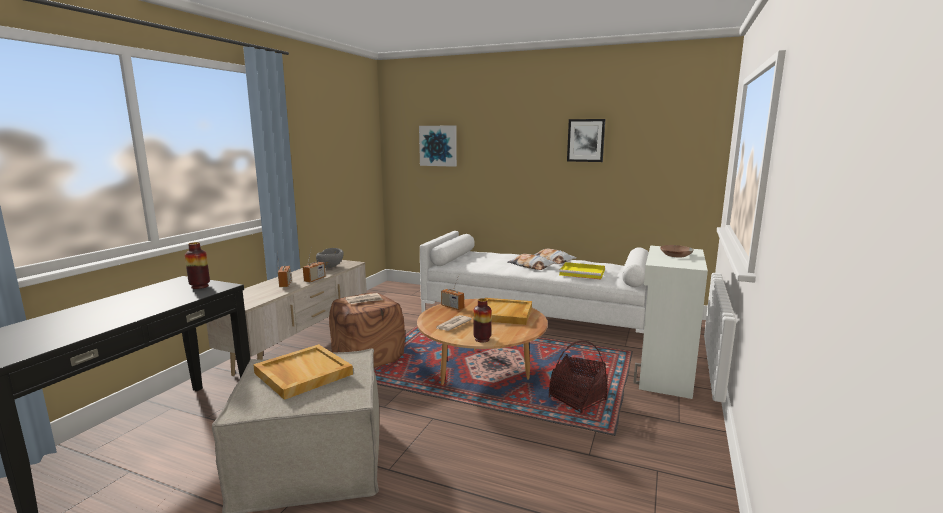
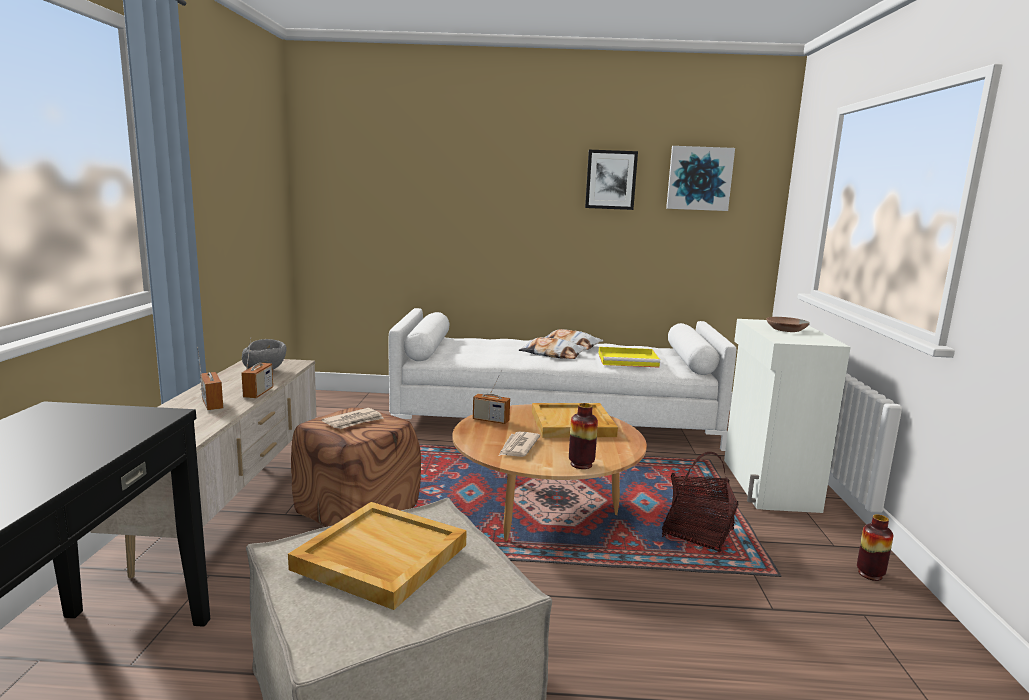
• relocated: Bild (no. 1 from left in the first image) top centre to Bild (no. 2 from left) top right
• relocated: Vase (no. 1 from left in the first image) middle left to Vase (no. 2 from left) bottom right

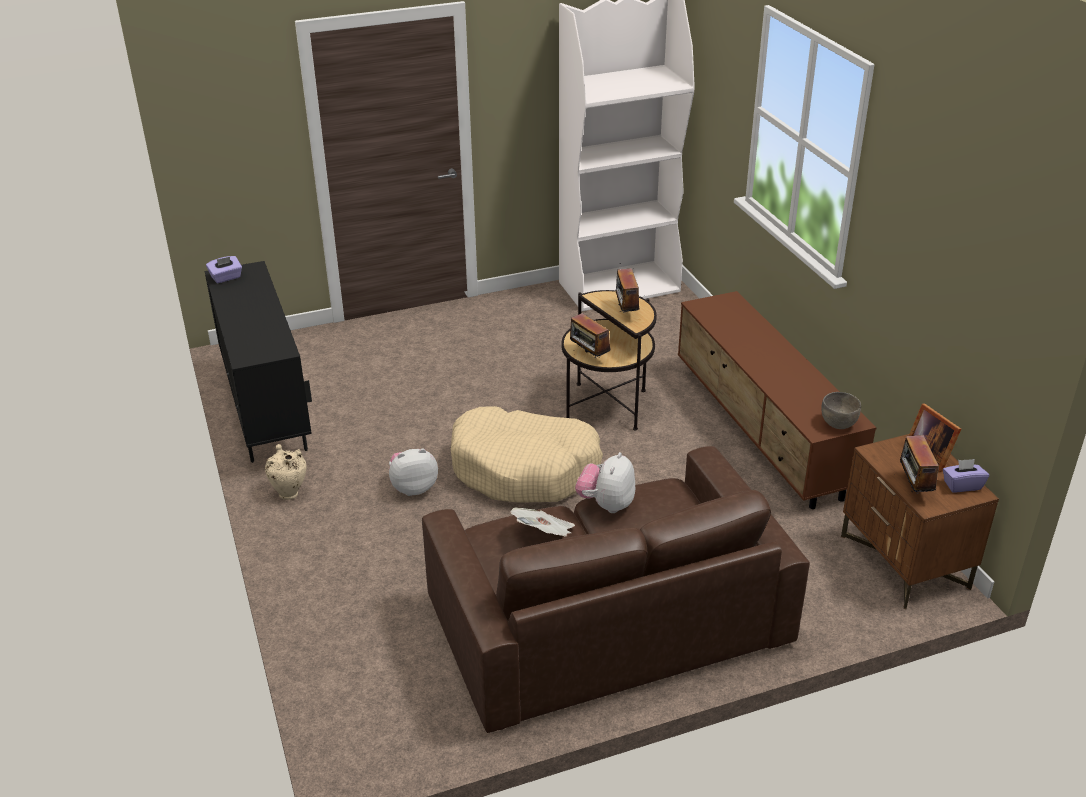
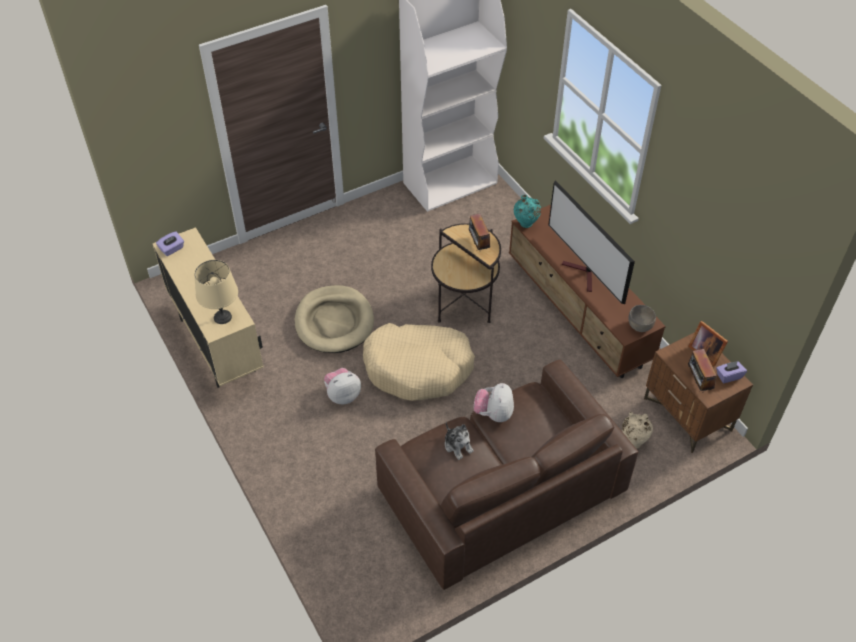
• colour: Schrank [schwarz] middle left to Schrank [beige] middle left
• missing: Radio (no. 1 from left) centre
• relocated: Vase [beige] middle left to bottom right
• exchanged: Zeitung centre to Plüschtier (no. 2 from left) bottom centre
• appeared: Fernseher middle right
• appeared: Vase [türkis] top centre
• appeared: Tischlampe [beige] middle left
• appeared: Hundebett [beige] (no. 1 from left) centre

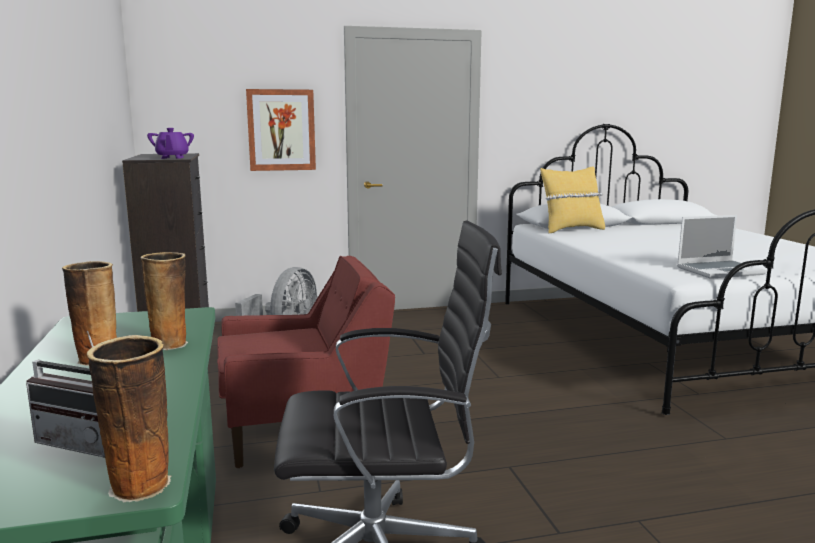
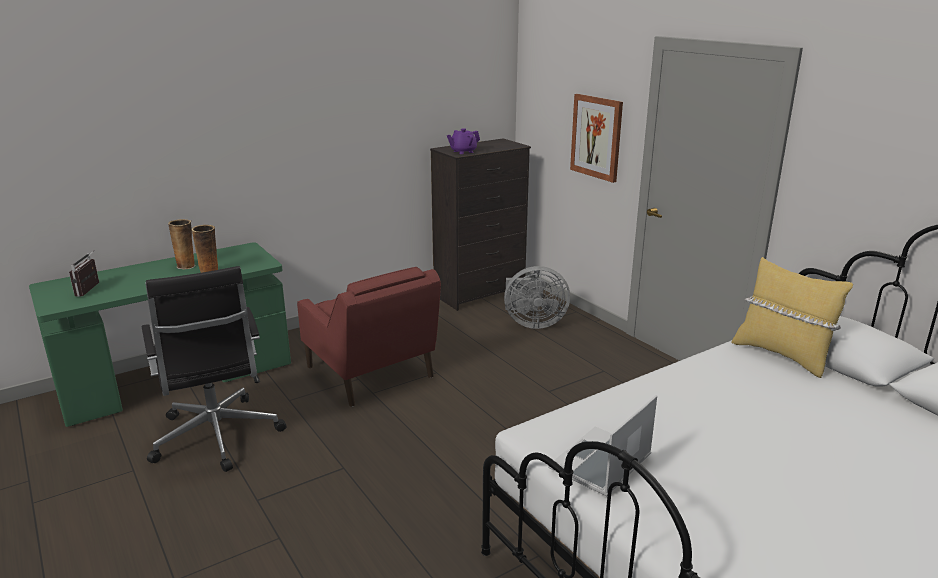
• spun: Laptop middle right = bottom centre 75 degrees clockwise
• missing: Vase (no. 2 from left) bottom left

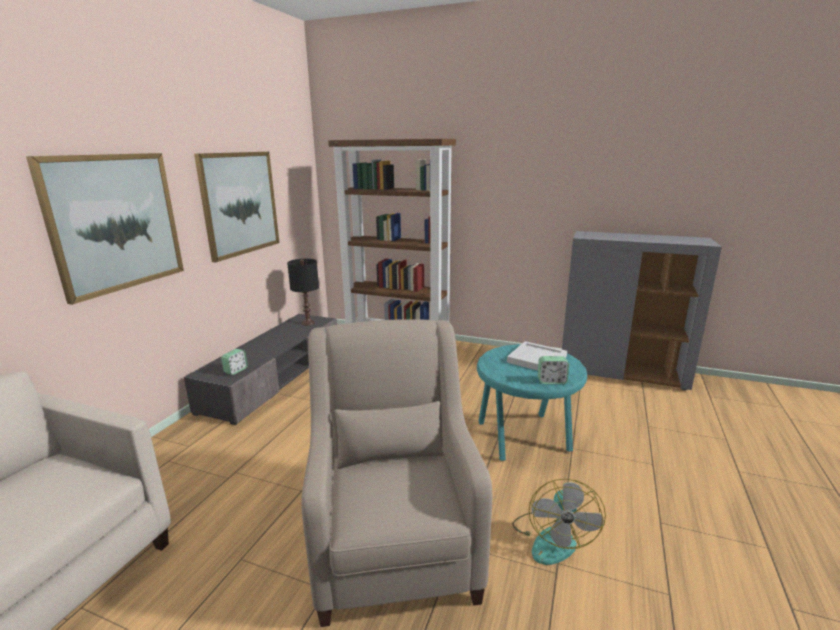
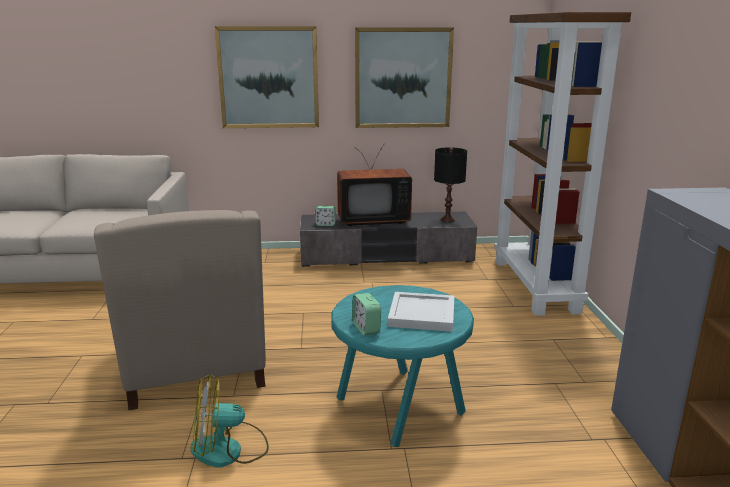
• spun: Sessel [beige] bottom centre = middle left 105 degrees clockwise
• appeared: Fernseher centre

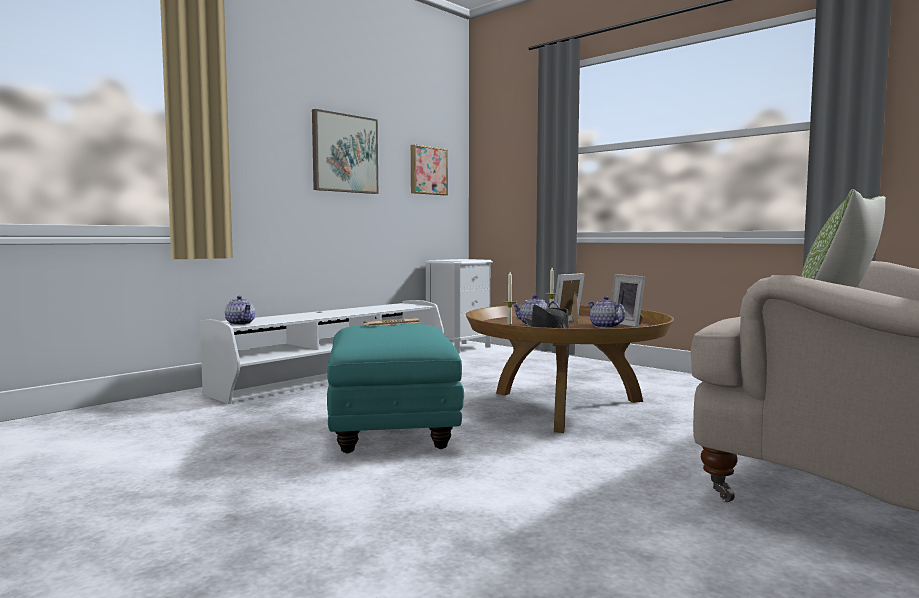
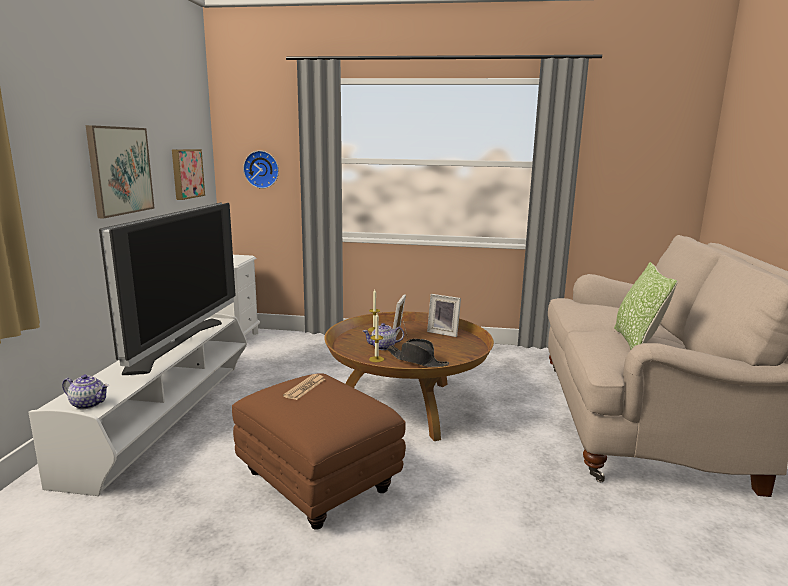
• missing: Teekanne (no. 3 from left) centre
• colour: Polsterhocker [türkis] centre to Polsterhocker [braun] bottom centre
• appeared: Wanduhr top left
• appeared: Fernseher middle left

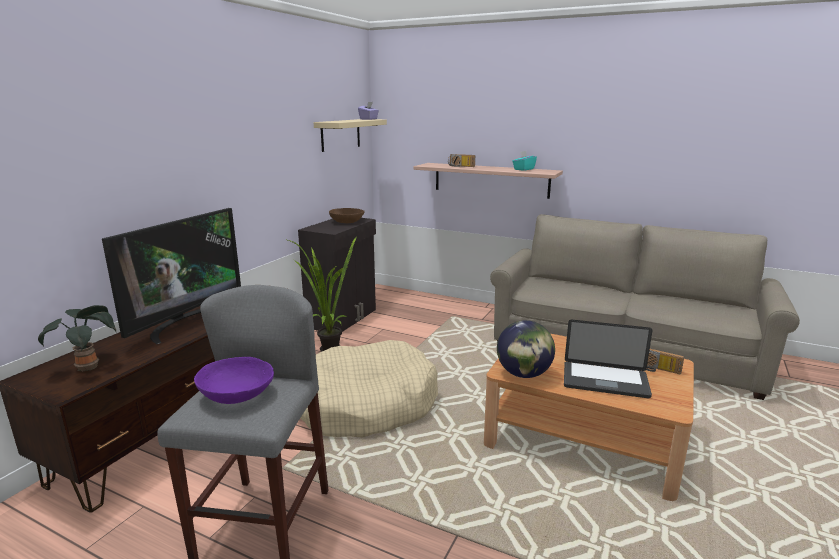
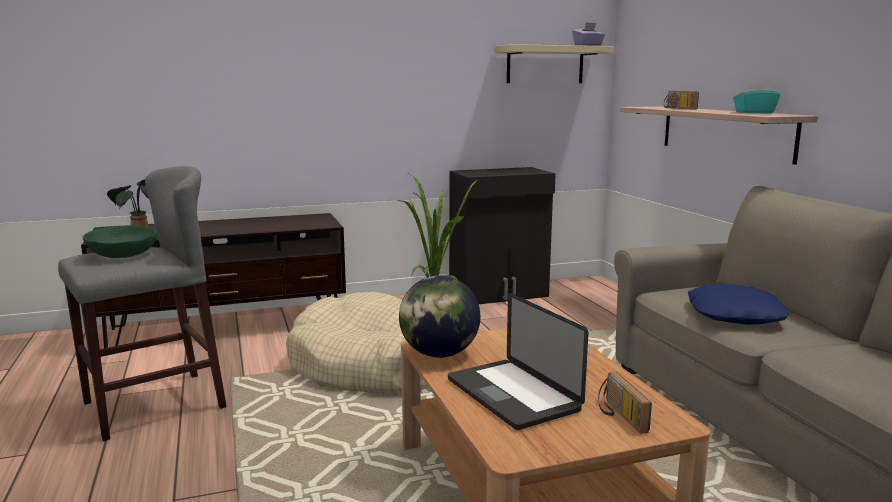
• missing: Fernseher middle left
• missing: Schüssel [braun] centre
• colour: Schüssel [lila] bottom left to Schüssel [grün] middle left
• appeared: Kissen [blau] middle right

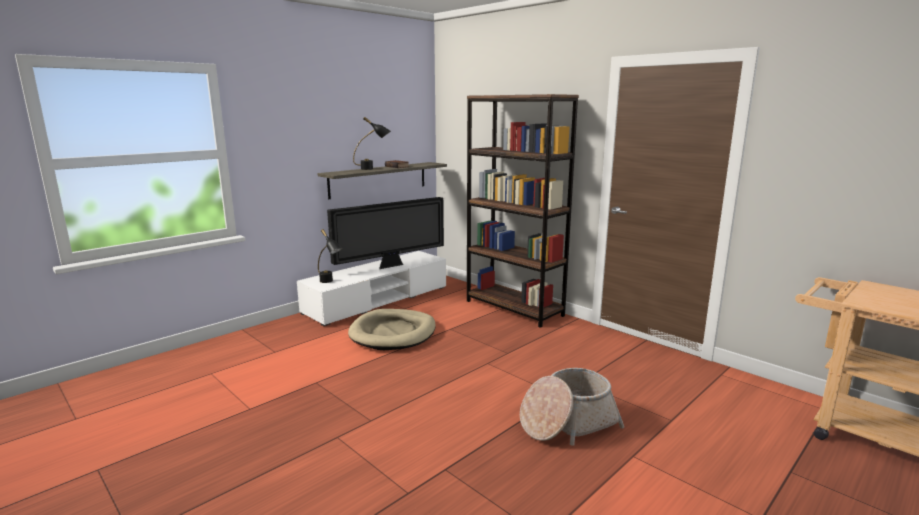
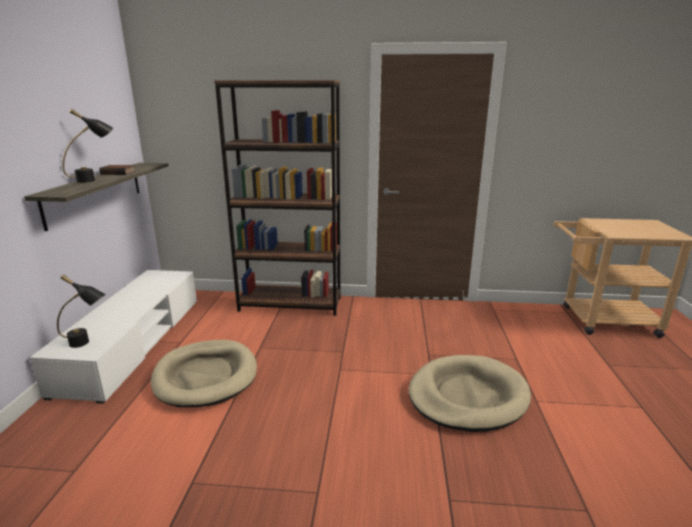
• missing: Fernseher centre
• exchanged: Korb bottom centre to Hundebett [beige] (no. 2 from left) bottom right

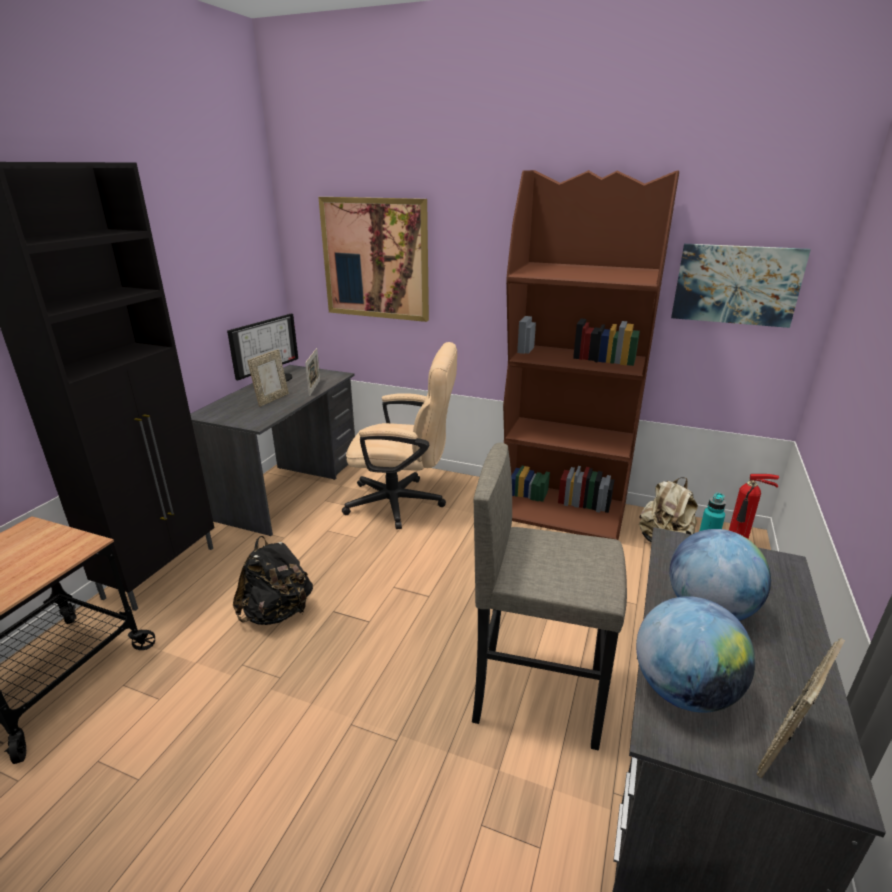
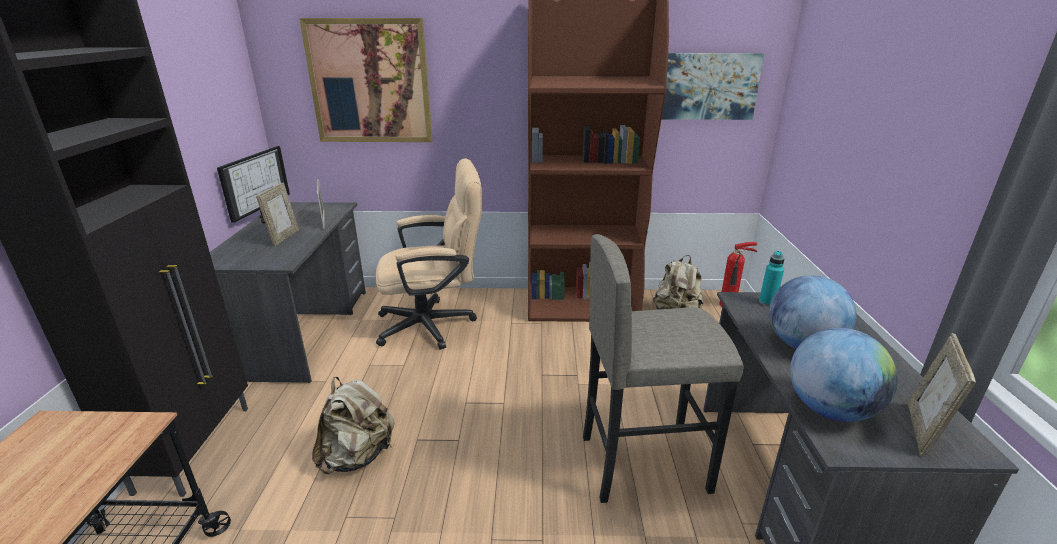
• colour: Rucksack [schwarz] middle left to Rucksack [beige] (no. 1 from left) bottom centre

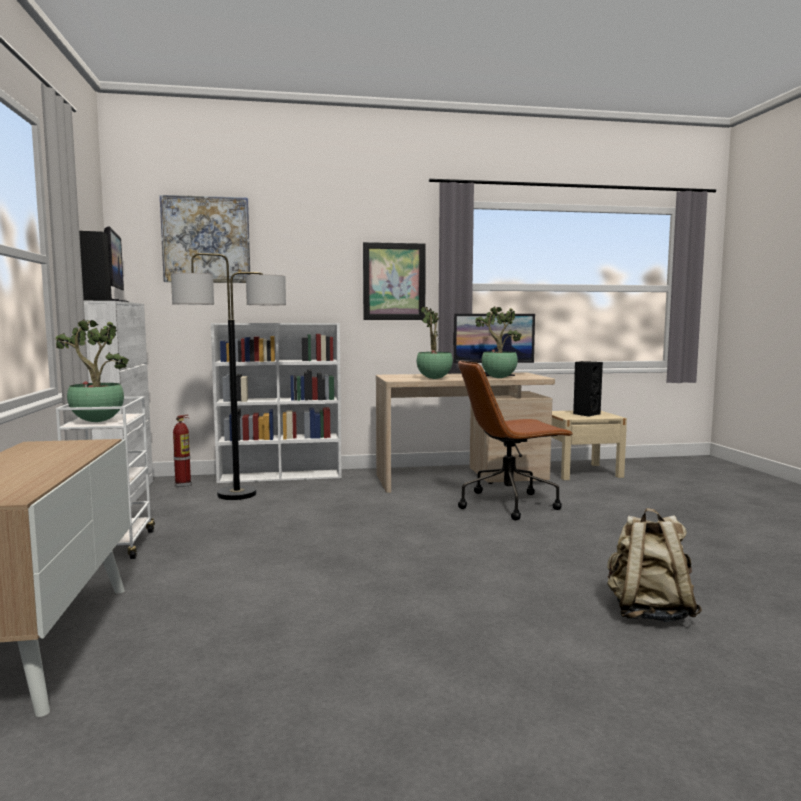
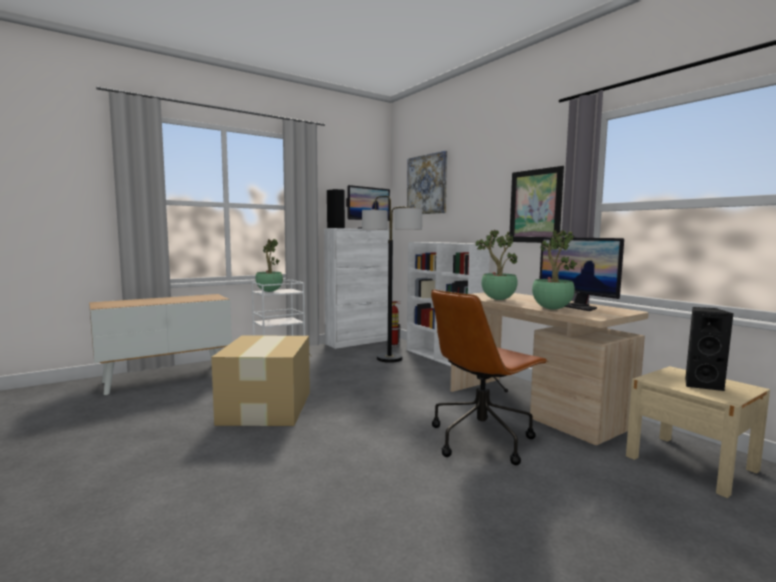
• spun: Bürostuhl [braun] centre = centre 90 degrees counterclockwise
• missing: Rucksack [beige] bottom right
• appeared: Karton centre

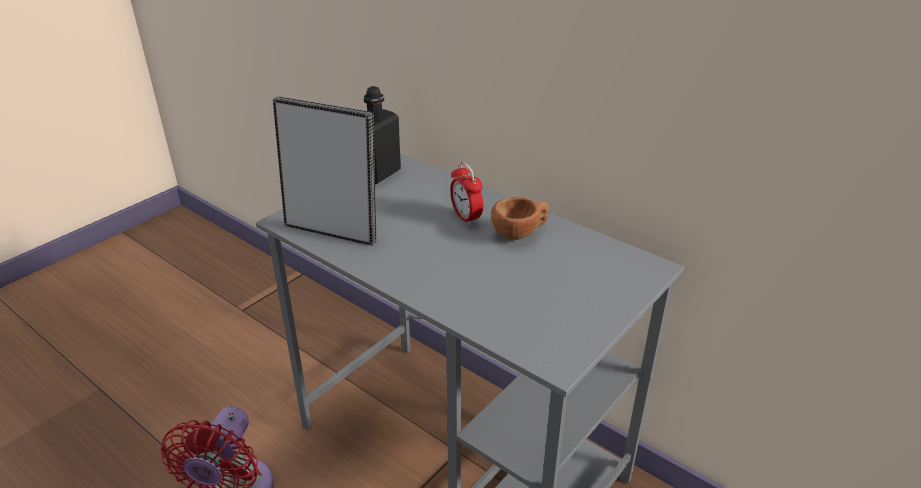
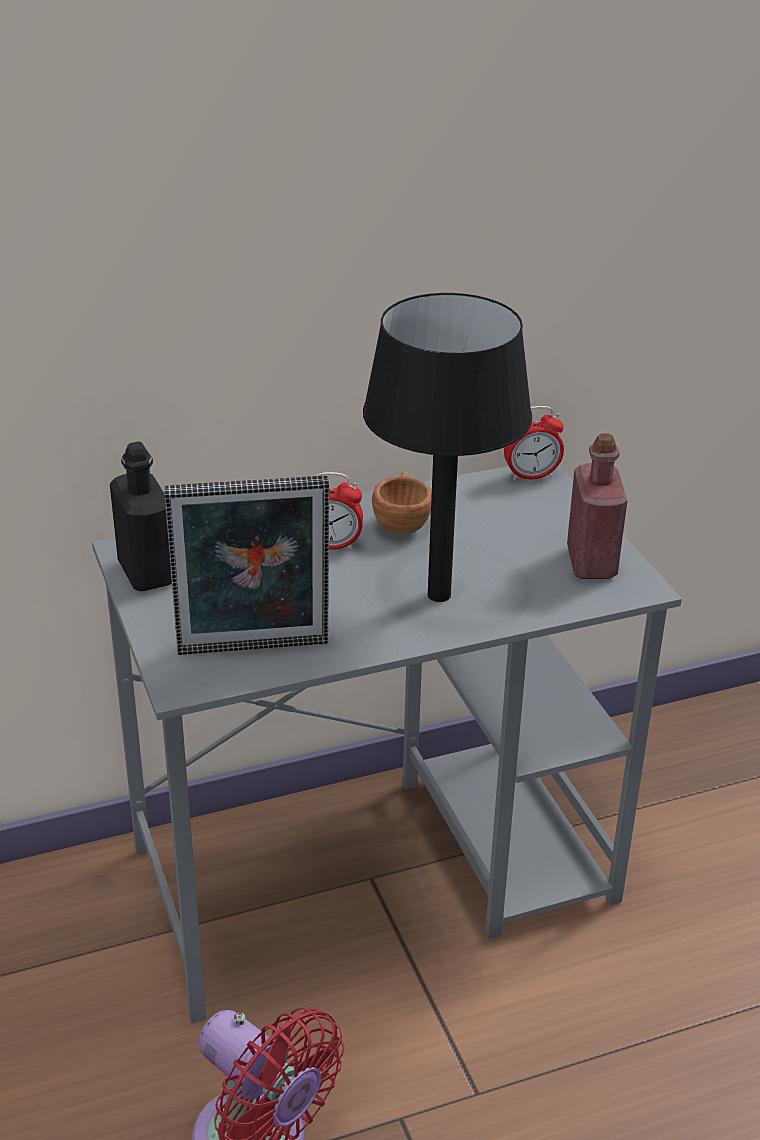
• spun: Bilderrahmen centre = middle left 150 degrees counterclockwise
• appeared: Tischlampe [schwarz] centre
• appeared: Wecker (no. 2 from left) middle right
• appeared: Flasche [rot] middle right

